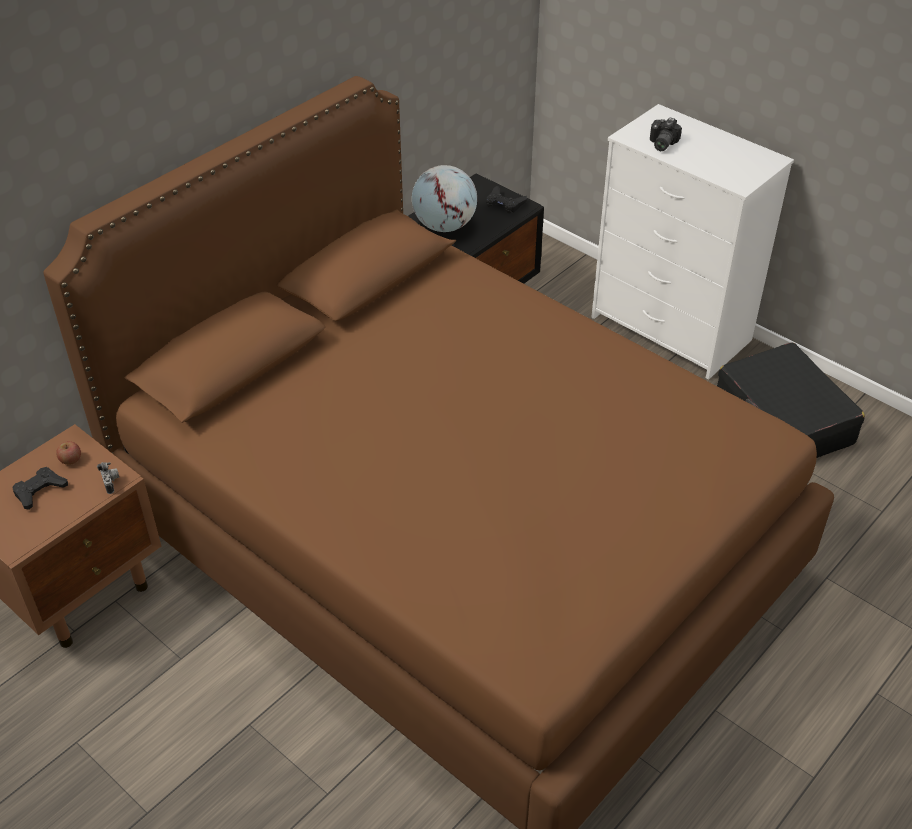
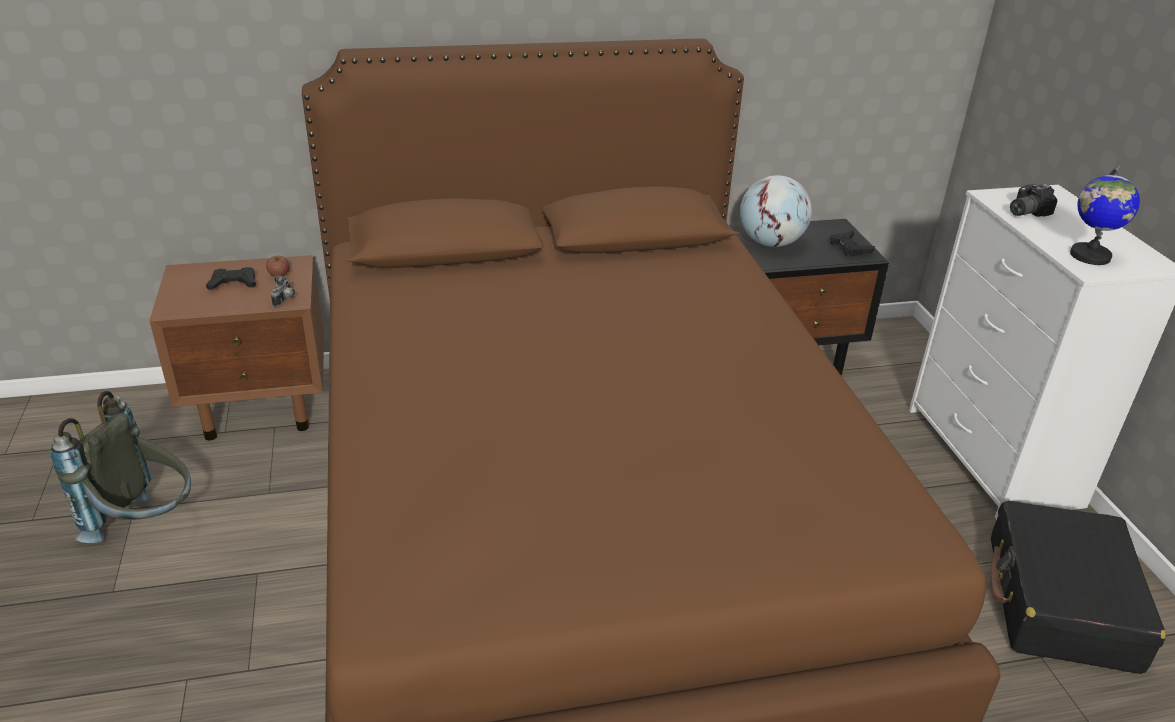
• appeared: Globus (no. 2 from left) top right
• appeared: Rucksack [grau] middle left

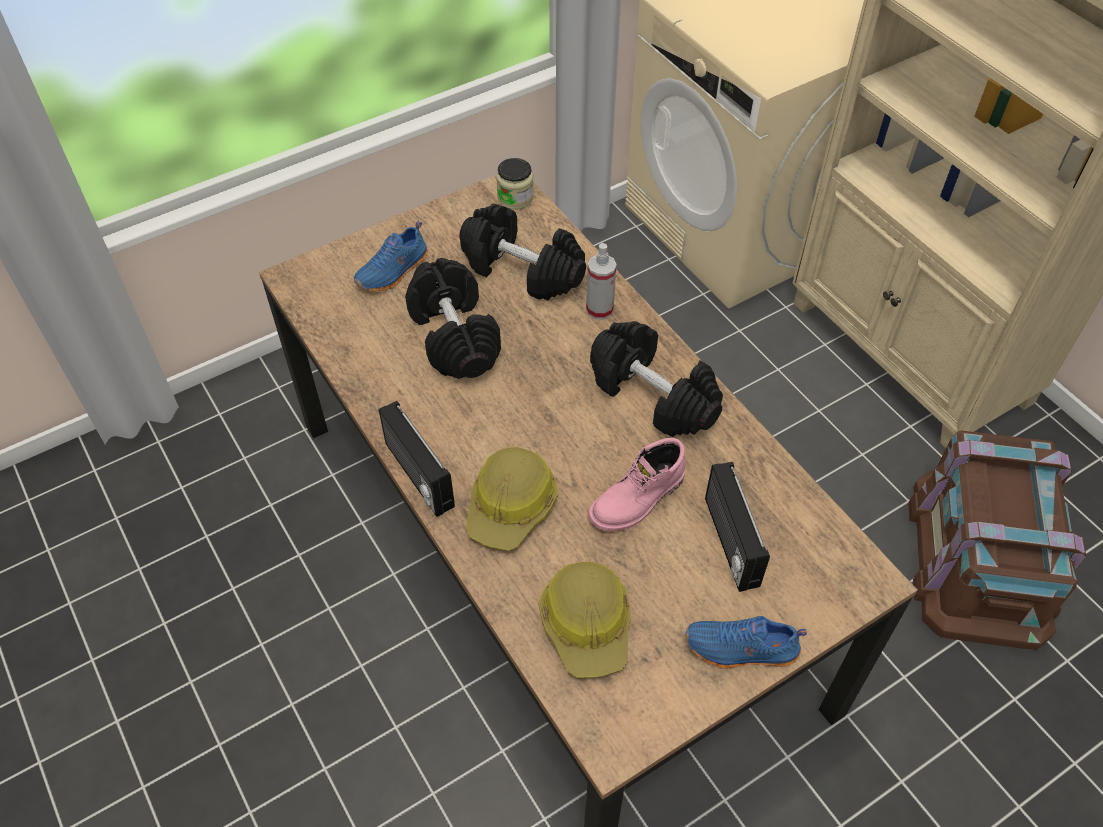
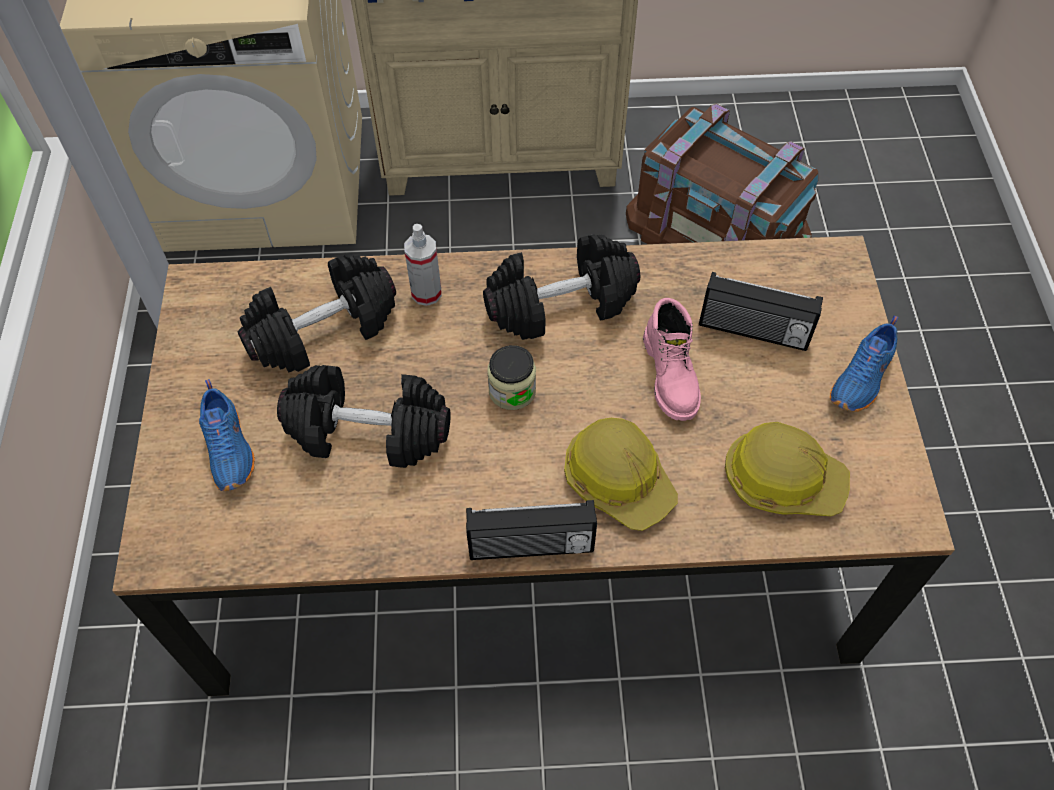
• relocated: Vorratsglas top centre to centre

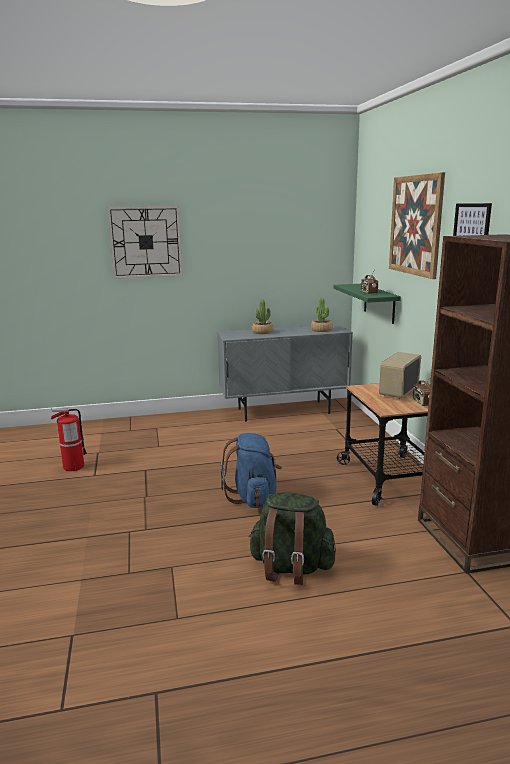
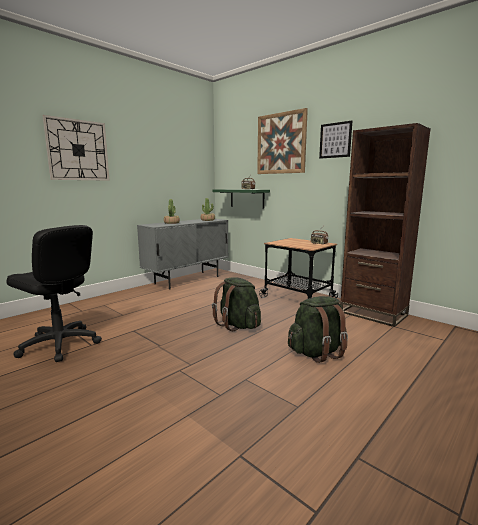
• missing: Radio (no. 2 from left) middle right
• exchanged: Feuerlöscher middle left to Bürostuhl [schwarz] middle left
• colour: Rucksack [blau] centre to Rucksack [grün] (no. 1 from left) centre

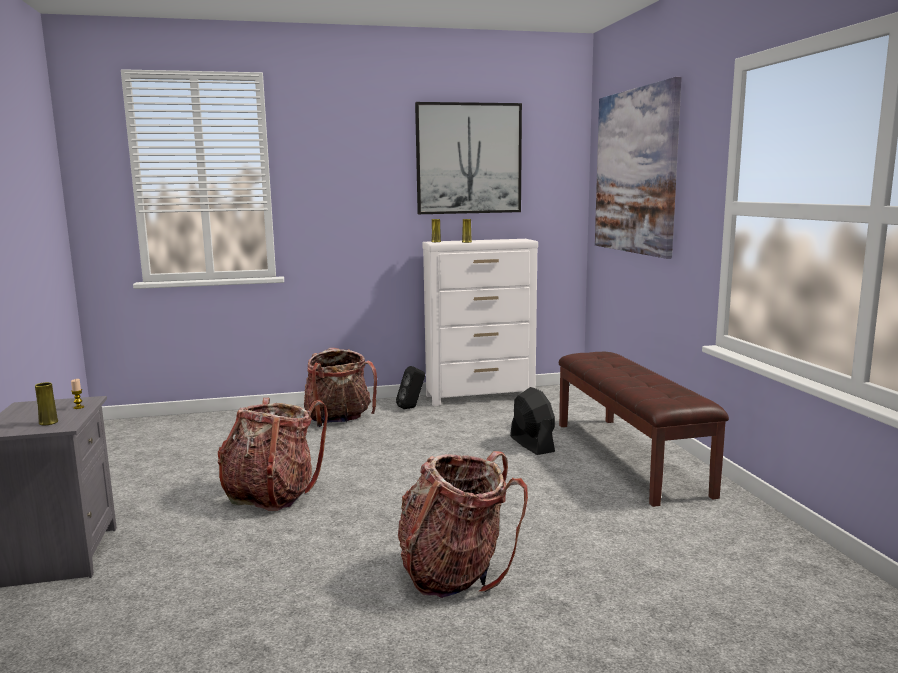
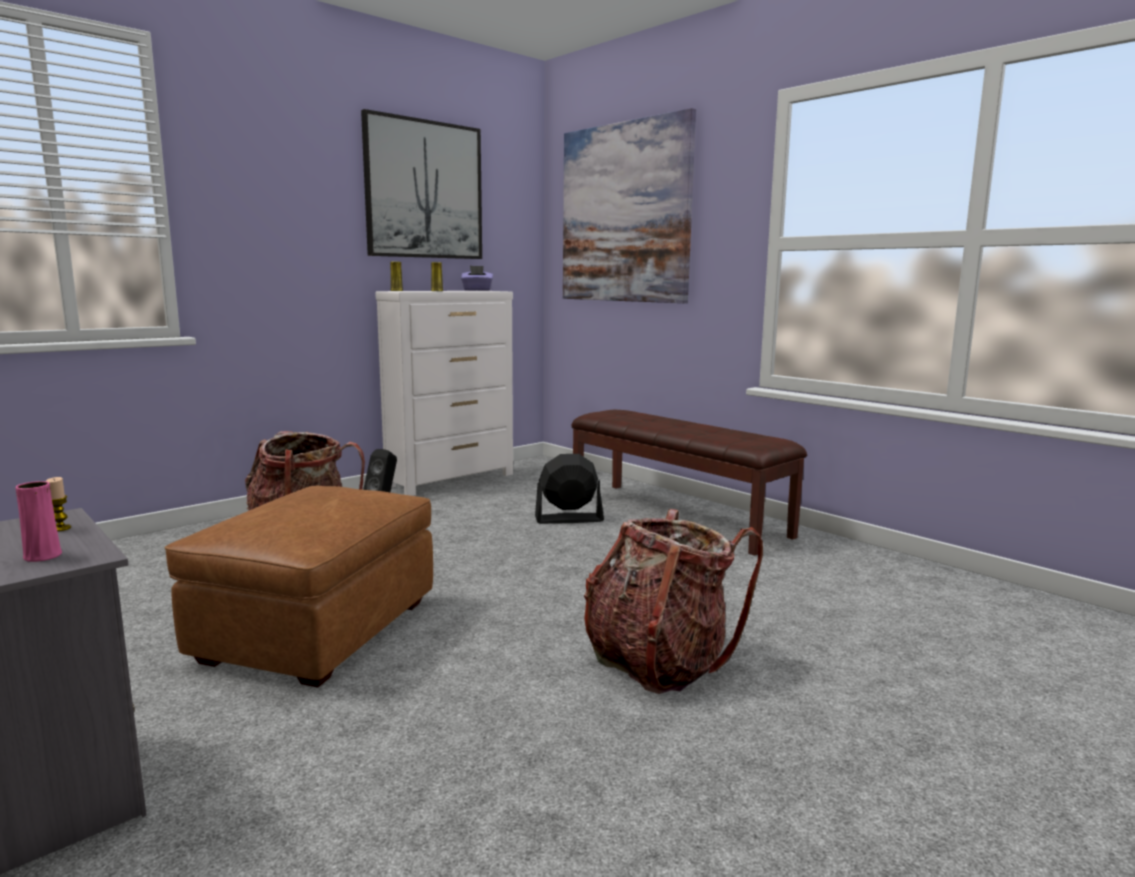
• colour: Vase [gelb] (no. 1 from left) middle left to Vase [rosa] middle left
• spun: Ventilator [schwarz] centre = centre 45 degrees counterclockwise
• exchanged: Rucksack (no. 1 from left) bottom left to Polsterhocker [braun] bottom left
• appeared: Taschentuchbox [lila] top centre

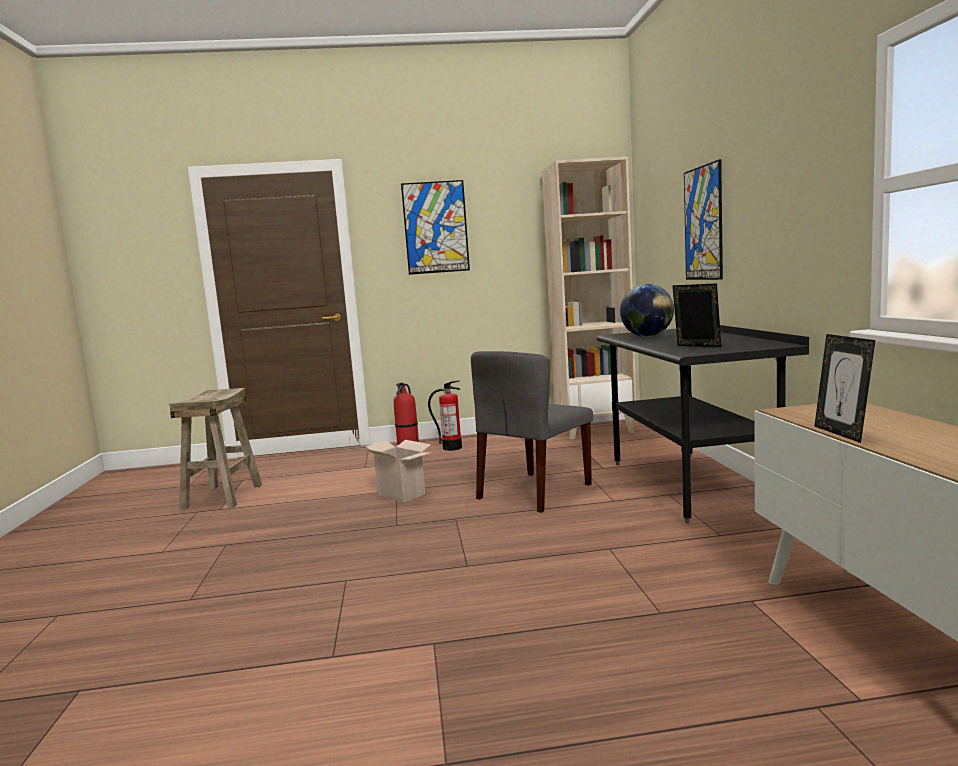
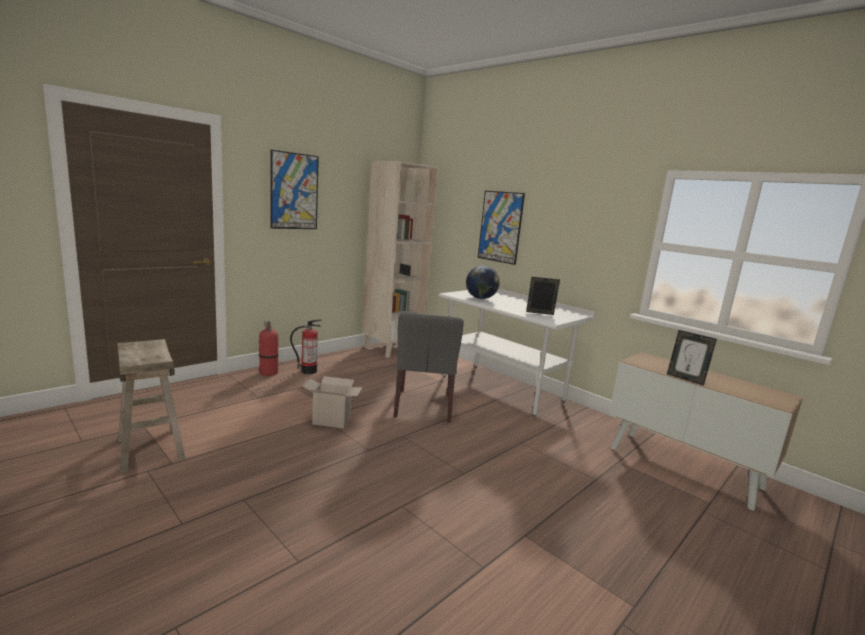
• colour: Schreibtisch [schwarz] middle right to Schreibtisch [weiß] centre

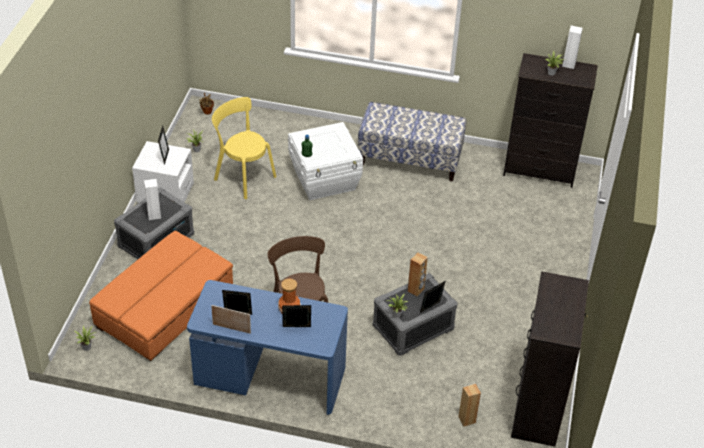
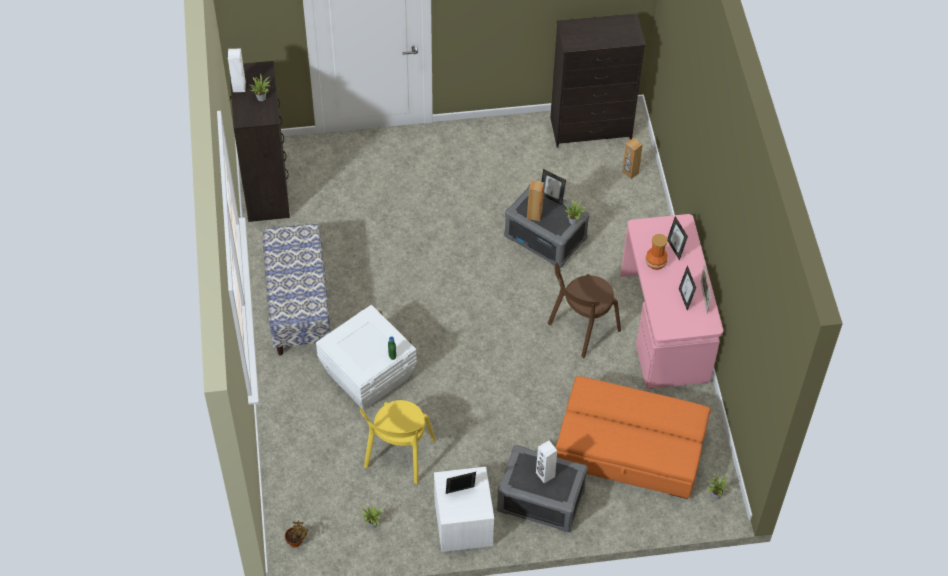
• colour: Schreibtisch [blau] bottom centre to Schreibtisch [rosa] middle right

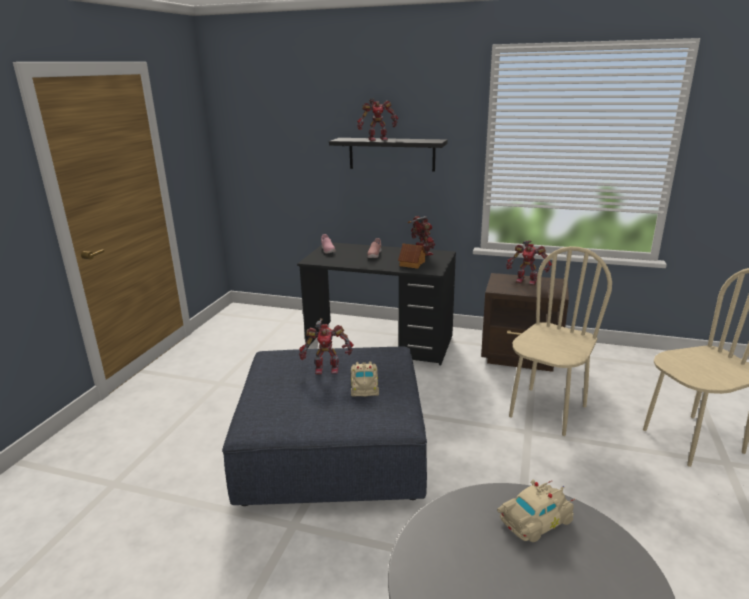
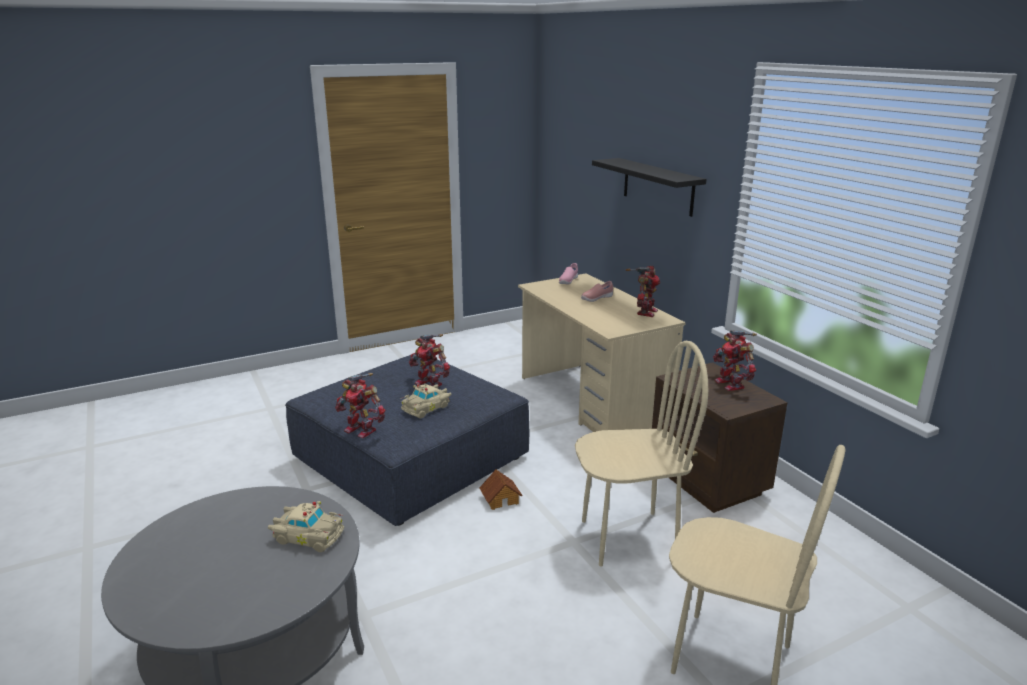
• relocated: Spielzeugroboter (no. 2 from left in the first image) top centre to Spielzeugroboter (no. 1 from left) centre
• colour: Schreibtisch [schwarz] centre to Schreibtisch [beige] centre
• relocated: Spielzeughaus centre to bottom centre

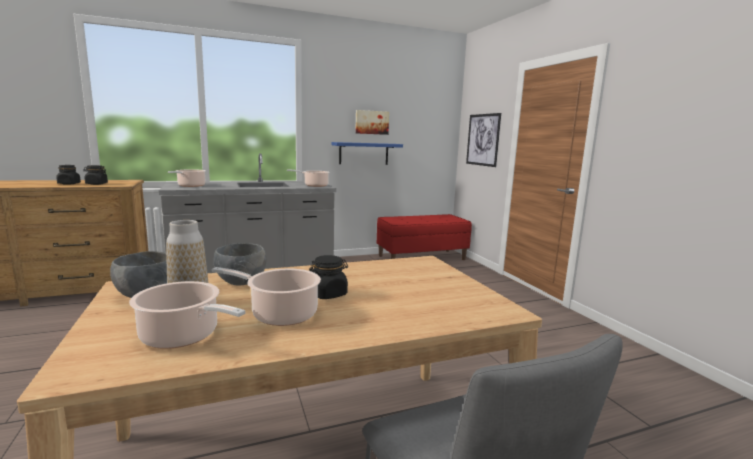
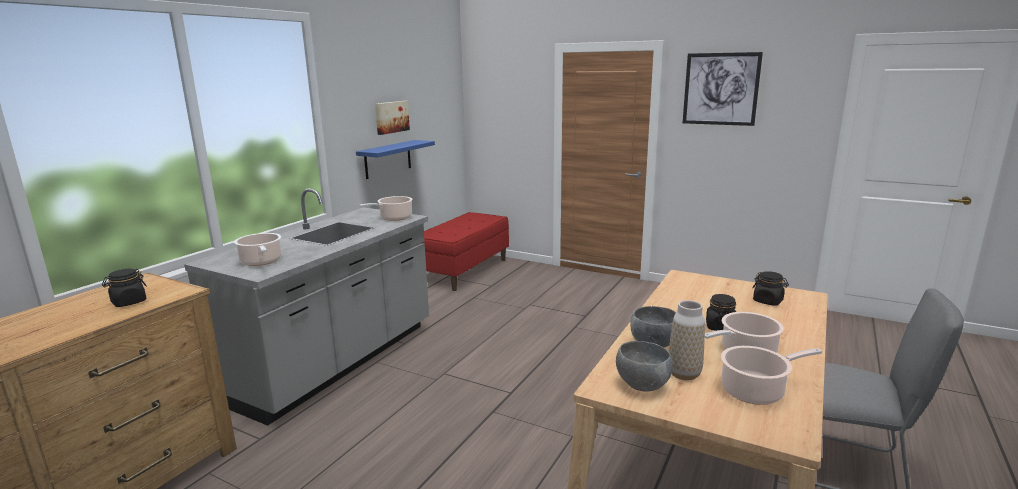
• relocated: Bild (no. 2 from left) top centre to top right
• relocated: Vorratsglas [schwarz] (no. 1 from left in the first image) middle left to Vorratsglas [schwarz] (no. 3 from left) middle right

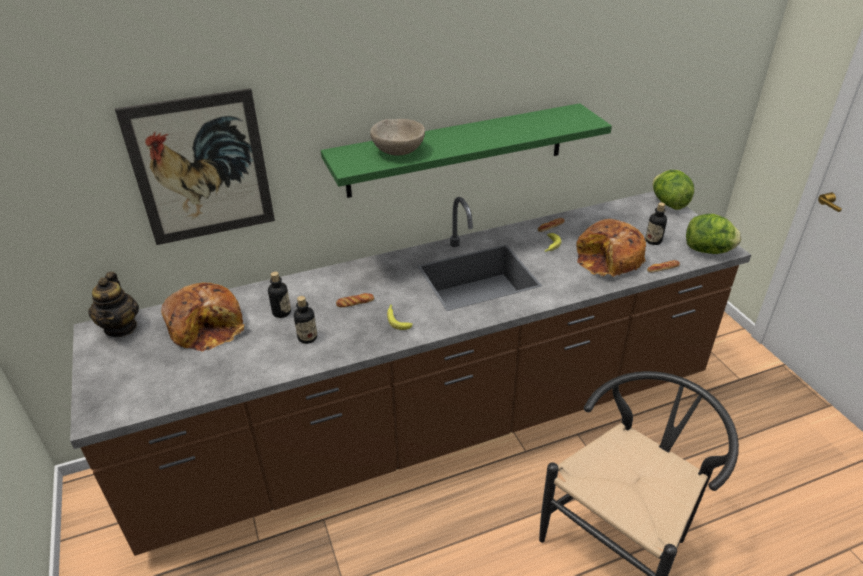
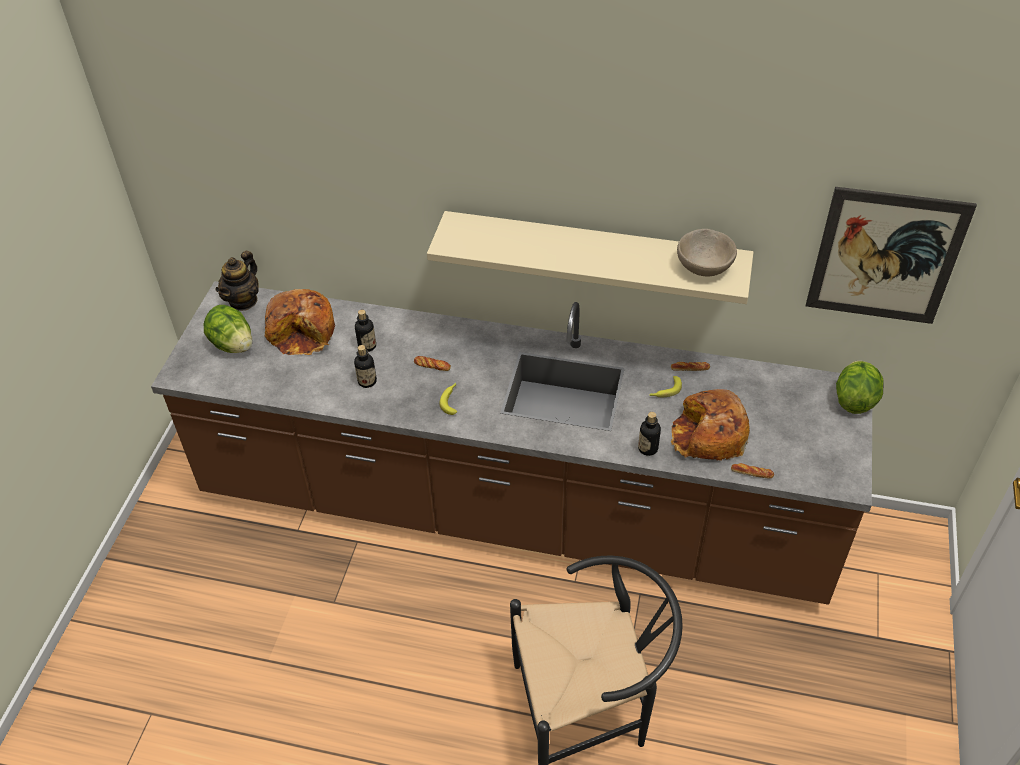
• relocated: Bild top left to middle right
• colour: Wandregal [grün] top centre to Wandregal [beige] centre
• relocated: Schüssel [beige] top centre to top right
• relocated: Flasche (no. 3 from left) middle right to centre
• relocated: Salatkopf (no. 2 from left in the first image) middle right to Salatkopf (no. 1 from left) middle left

